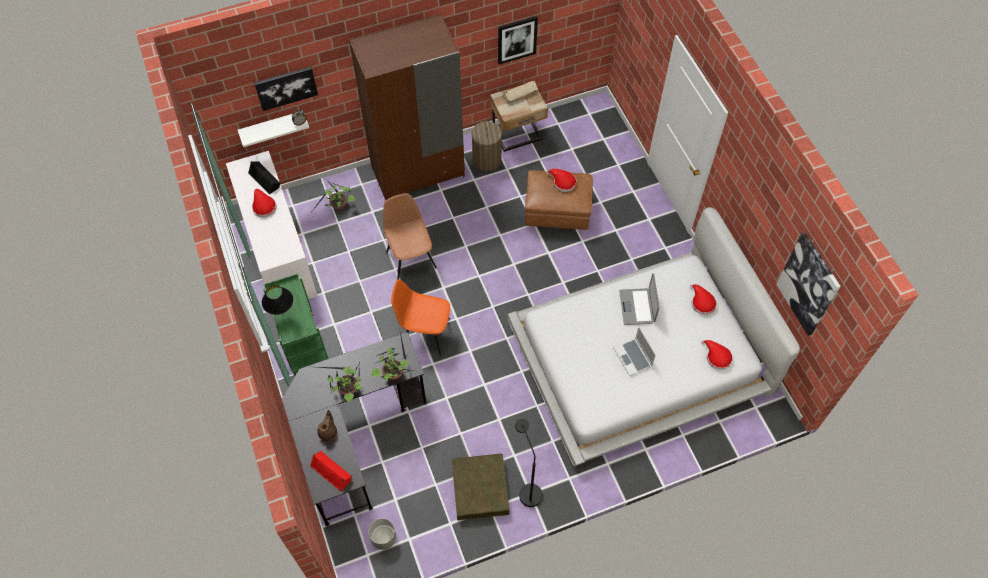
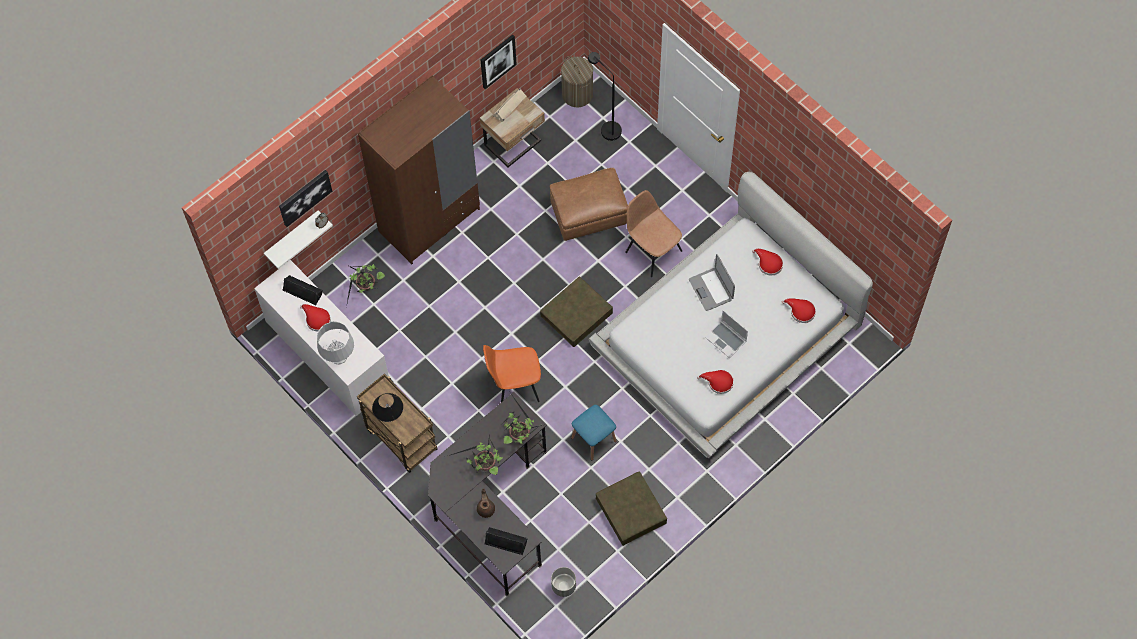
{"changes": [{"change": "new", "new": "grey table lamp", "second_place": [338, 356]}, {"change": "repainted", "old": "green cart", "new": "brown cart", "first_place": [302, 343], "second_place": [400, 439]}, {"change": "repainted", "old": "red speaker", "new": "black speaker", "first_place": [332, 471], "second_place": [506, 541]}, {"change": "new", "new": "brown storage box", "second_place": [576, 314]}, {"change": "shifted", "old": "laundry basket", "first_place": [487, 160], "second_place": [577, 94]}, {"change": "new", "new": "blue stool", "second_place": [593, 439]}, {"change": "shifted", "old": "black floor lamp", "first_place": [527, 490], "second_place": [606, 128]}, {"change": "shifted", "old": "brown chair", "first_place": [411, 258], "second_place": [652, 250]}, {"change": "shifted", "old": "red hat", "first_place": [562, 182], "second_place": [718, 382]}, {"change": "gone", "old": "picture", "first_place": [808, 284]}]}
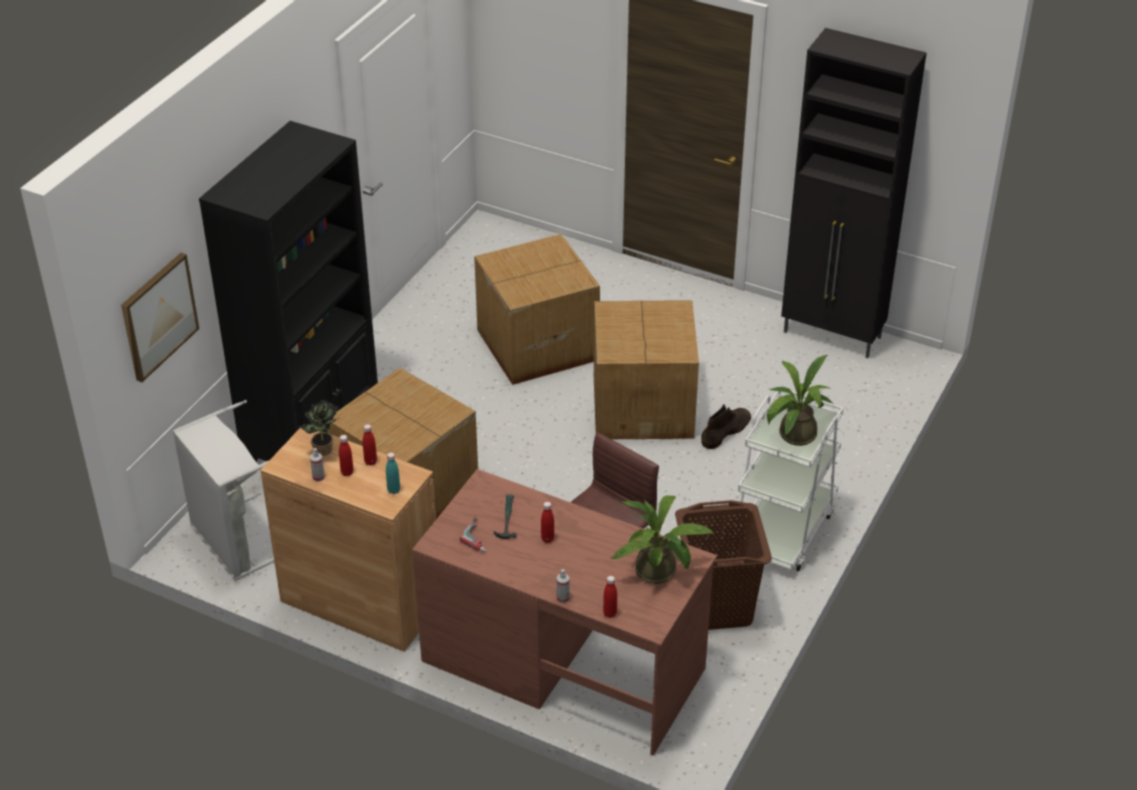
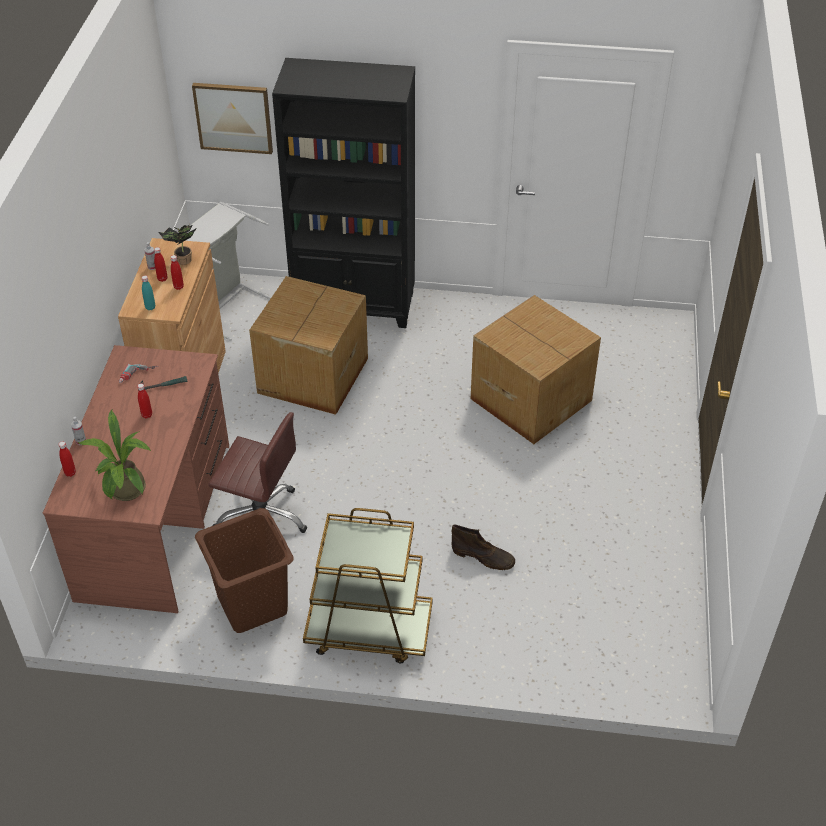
{"changes": [{"change": "repainted", "old": "white cart", "new": "brown cart", "first_place": [783, 530], "second_place": [368, 630]}, {"change": "gone", "old": "cardboard box", "first_place": [644, 405]}, {"change": "gone", "old": "potted plant", "first_place": [793, 436]}, {"change": "gone", "old": "black cabinet", "first_place": [833, 335]}]}
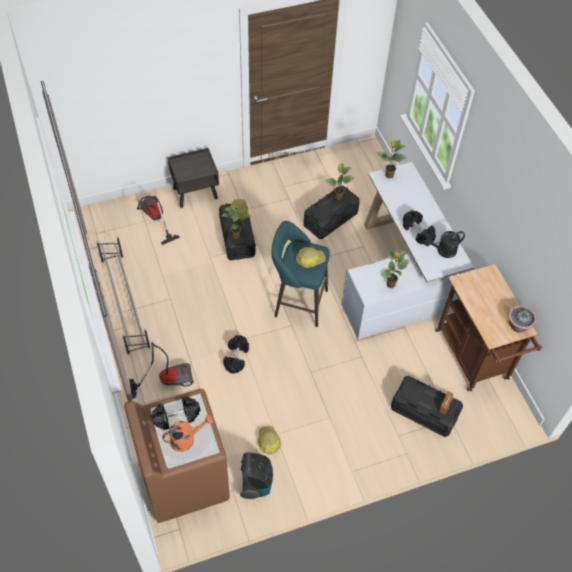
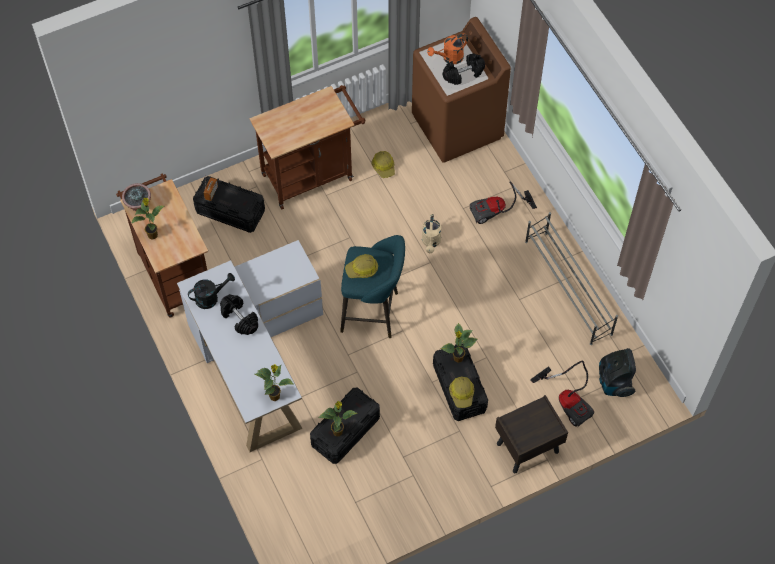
{"changes": [{"change": "shifted", "old": "potted plant", "first_place": [390, 285], "second_place": [153, 234]}, {"change": "new", "new": "brown cart", "second_place": [312, 174]}, {"change": "swapped", "old": "black dumbbell", "new": "beige watering can", "first_place": [236, 357], "second_place": [431, 242]}, {"change": "shifted", "old": "vacuum cleaner", "first_place": [256, 482], "second_place": [613, 382]}]}
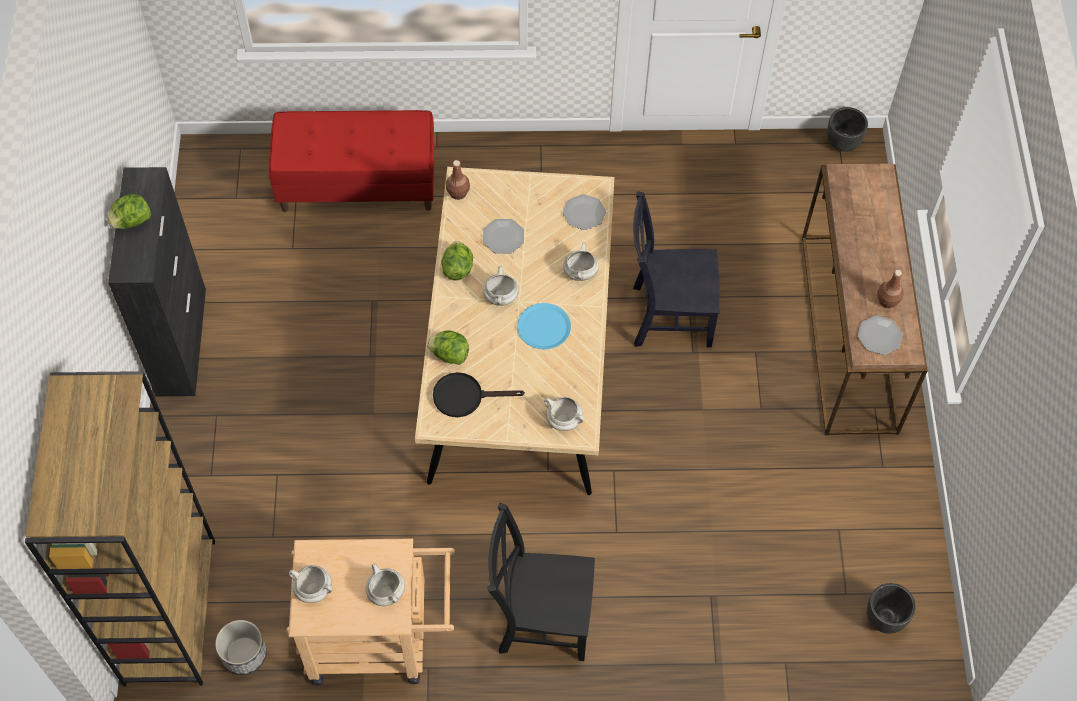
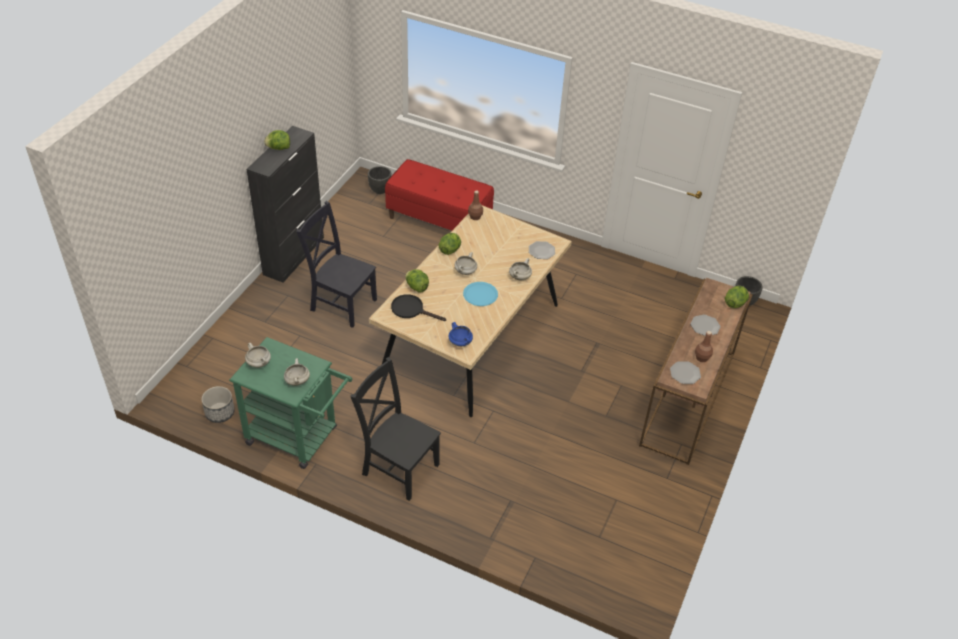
{"changes": [{"change": "repainted", "old": "beige cart", "new": "green cart", "first_place": [380, 640], "second_place": [298, 438]}, {"change": "shifted", "old": "black chair", "first_place": [667, 315], "second_place": [341, 303]}, {"change": "shifted", "old": "black planter", "first_place": [885, 619], "second_place": [380, 190]}, {"change": "repainted", "old": "white cooking pot", "new": "blue cooking pot", "first_place": [564, 420], "second_place": [461, 343]}, {"change": "shifted", "old": "plate", "first_place": [503, 237], "second_place": [705, 326]}, {"change": "new", "new": "lettuce", "second_place": [735, 303]}, {"change": "gone", "old": "brown bookcase", "first_place": [169, 610]}]}
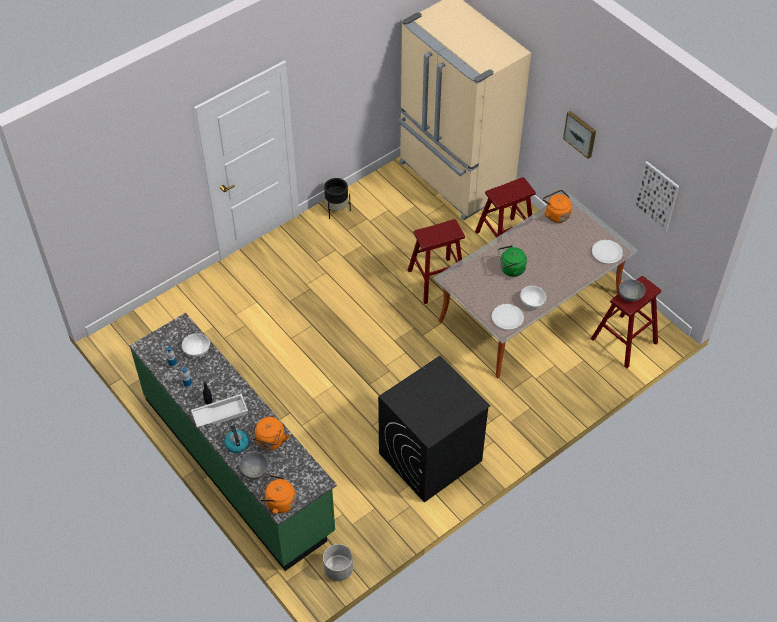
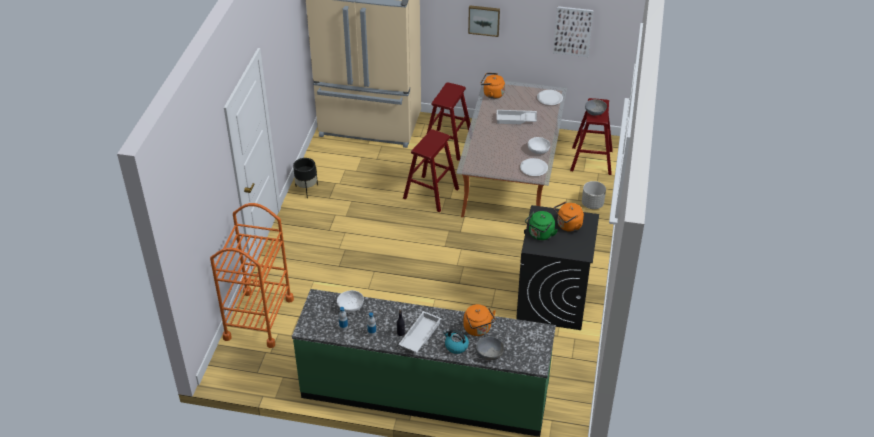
{"changes": [{"change": "new", "new": "orange cart", "second_place": [258, 318]}, {"change": "new", "new": "white tray", "second_place": [515, 120]}, {"change": "shifted", "old": "green kettle", "first_place": [510, 269], "second_place": [540, 235]}, {"change": "shifted", "old": "orange kettle", "first_place": [278, 502], "second_place": [568, 226]}, {"change": "shifted", "old": "grey planter", "first_place": [338, 569], "second_place": [592, 204]}]}
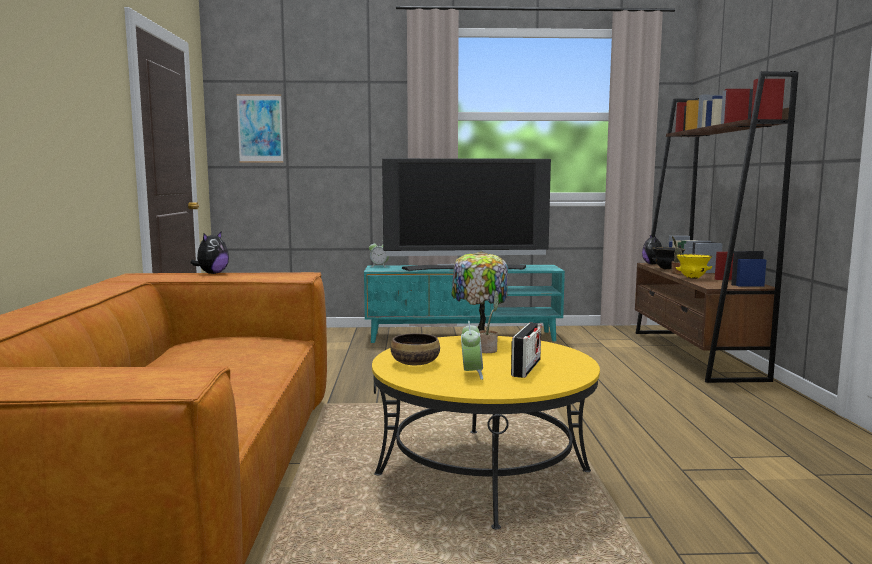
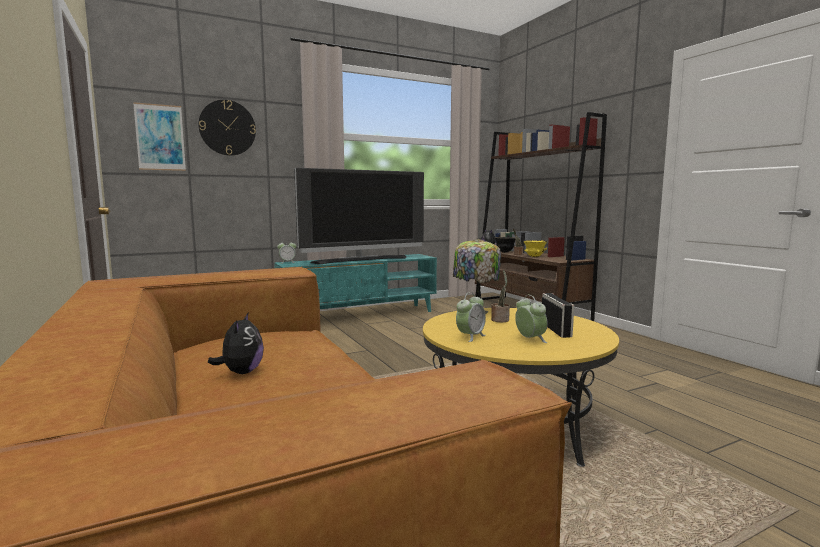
{"changes": [{"change": "new", "new": "wall clock", "second_place": [227, 128]}, {"change": "shifted", "old": "plush toy", "first_place": [212, 273], "second_place": [241, 372]}, {"change": "swapped", "old": "bowl", "new": "alarm clock", "first_place": [415, 363], "second_place": [470, 337]}]}
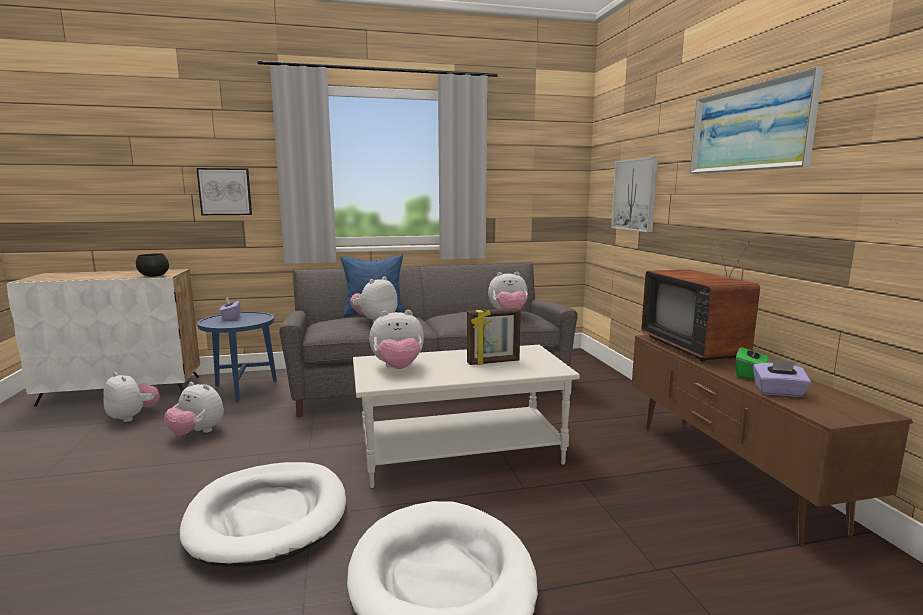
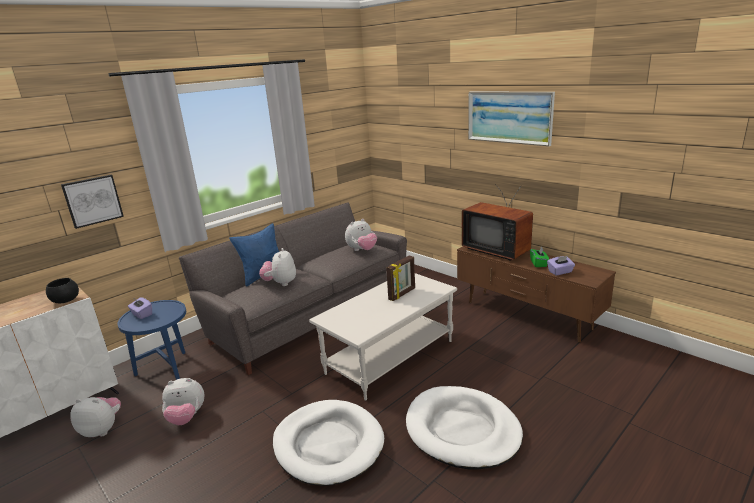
{"changes": [{"change": "gone", "old": "plush toy", "first_place": [398, 368]}, {"change": "gone", "old": "picture", "first_place": [635, 195]}]}
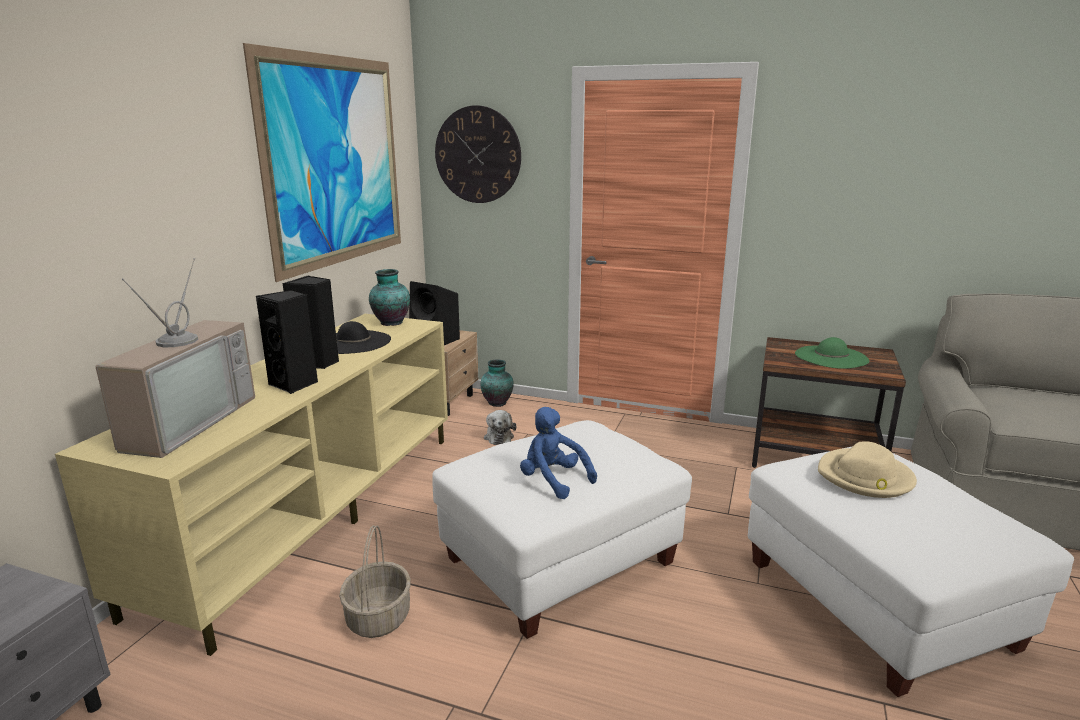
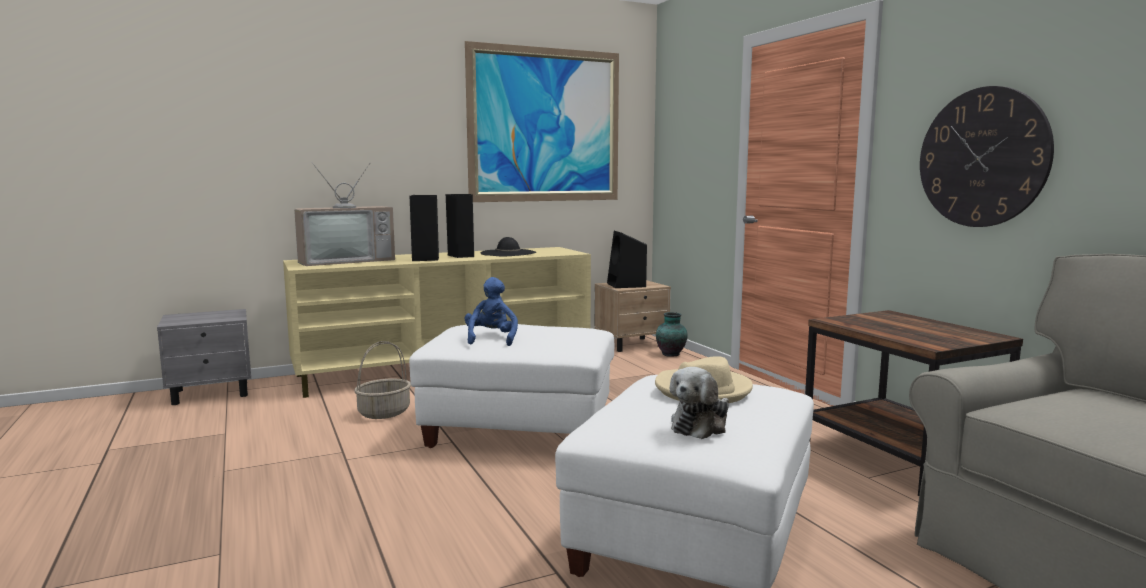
{"changes": [{"change": "shifted", "old": "plush toy", "first_place": [499, 437], "second_place": [701, 425]}, {"change": "shifted", "old": "wall clock", "first_place": [478, 155], "second_place": [982, 157]}, {"change": "gone", "old": "vase", "first_place": [390, 323]}, {"change": "gone", "old": "green hat", "first_place": [831, 357]}]}
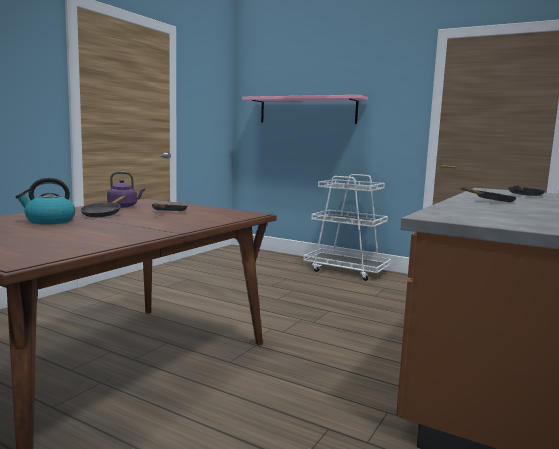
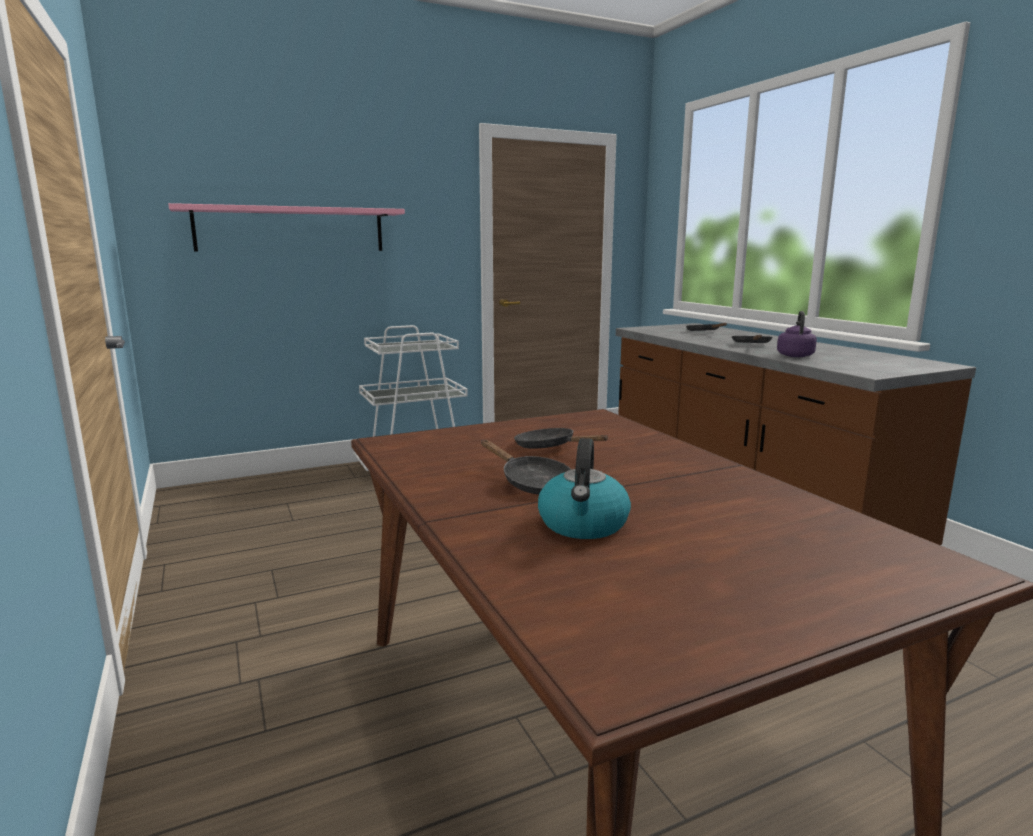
{"changes": [{"change": "shifted", "old": "purple kettle", "first_place": [124, 206], "second_place": [795, 355]}]}
